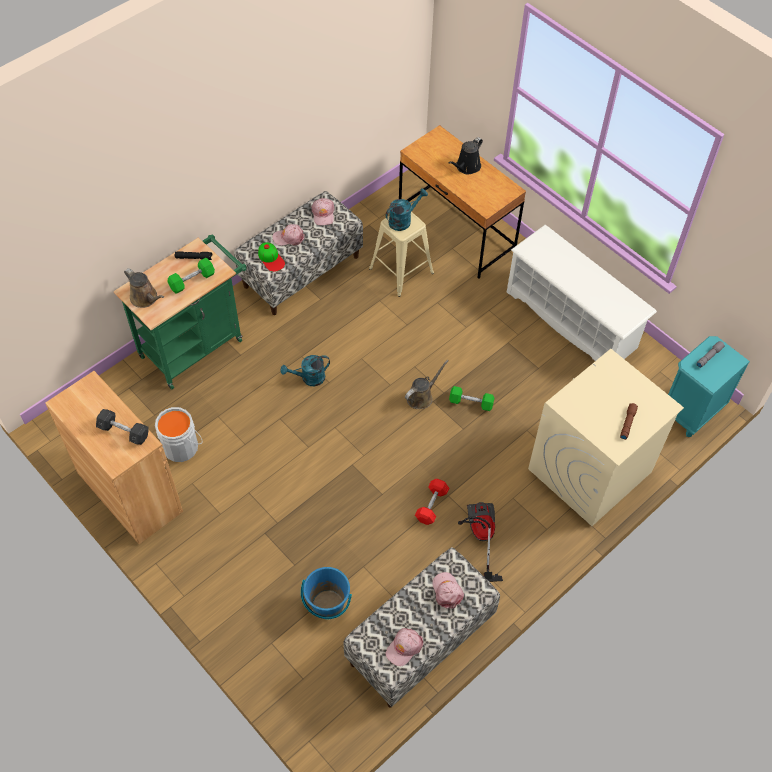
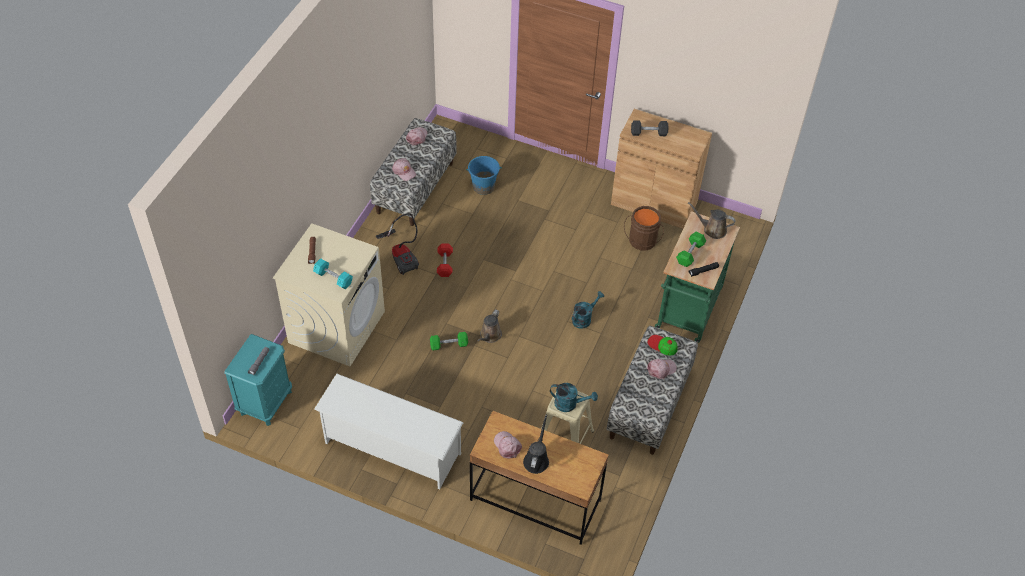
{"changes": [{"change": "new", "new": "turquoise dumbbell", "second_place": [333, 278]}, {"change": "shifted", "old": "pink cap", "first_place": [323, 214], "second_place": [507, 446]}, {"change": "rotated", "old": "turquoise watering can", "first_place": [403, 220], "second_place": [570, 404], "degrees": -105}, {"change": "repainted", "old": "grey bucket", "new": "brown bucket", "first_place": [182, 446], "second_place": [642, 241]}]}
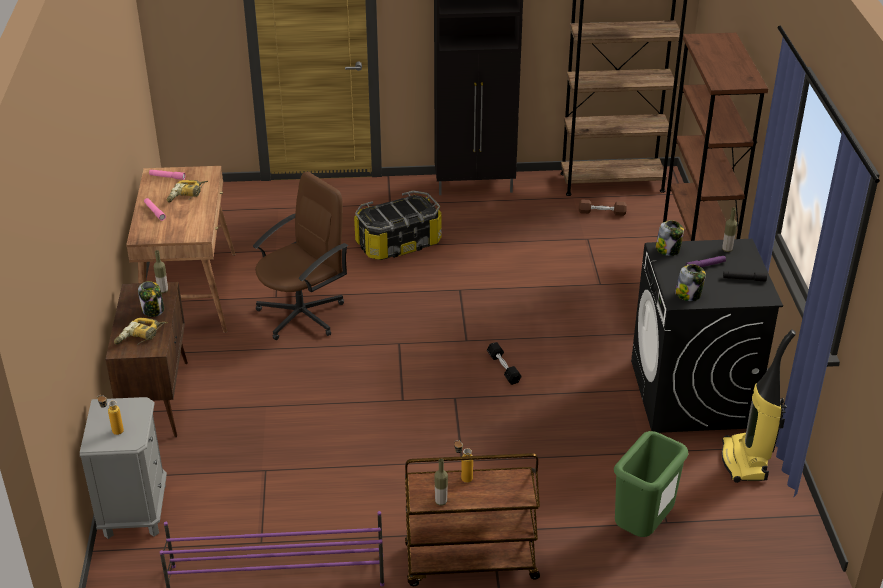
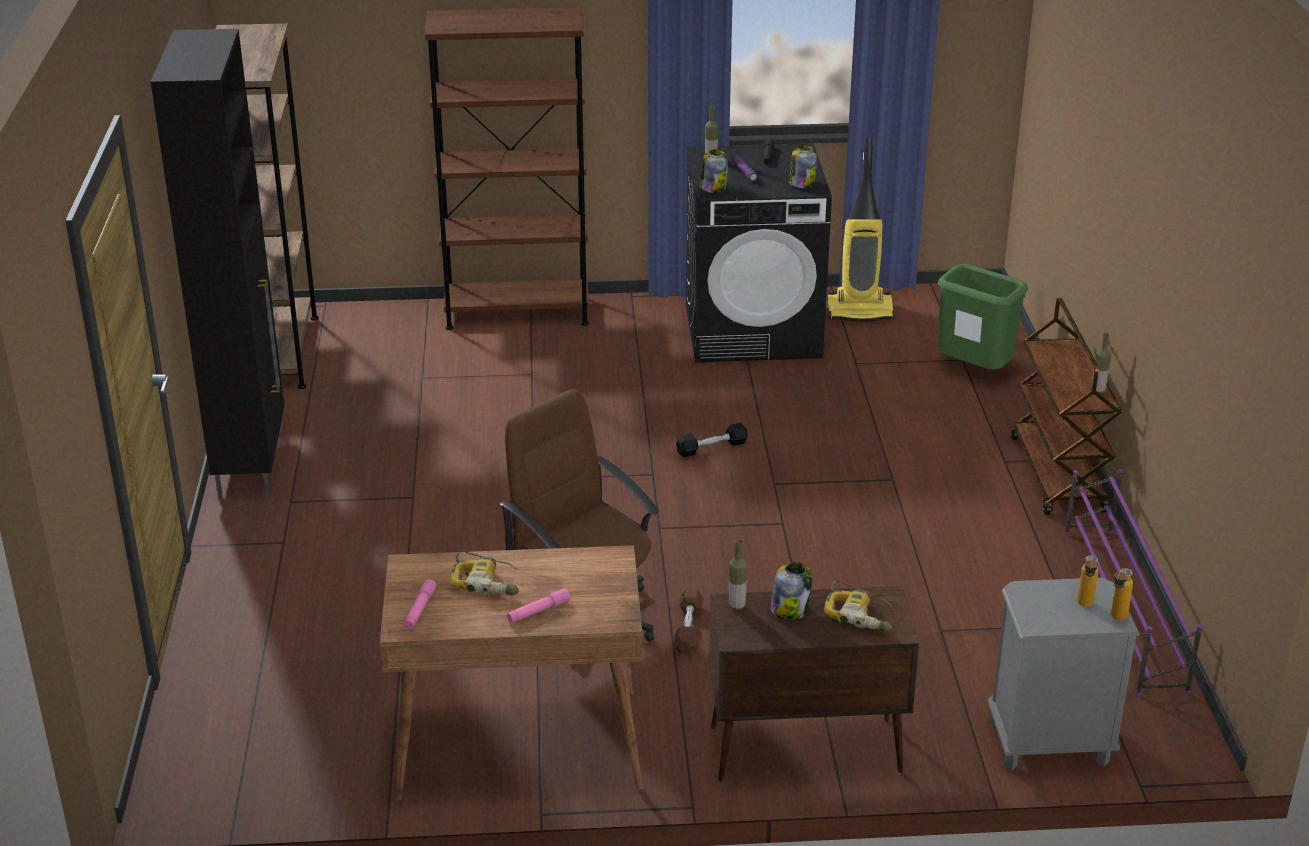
{"changes": [{"change": "shifted", "old": "brown dumbbell", "first_place": [602, 212], "second_place": [688, 629]}, {"change": "shifted", "old": "bottle", "first_place": [463, 477], "second_place": [1116, 619]}, {"change": "gone", "old": "storage box", "first_place": [398, 243]}]}
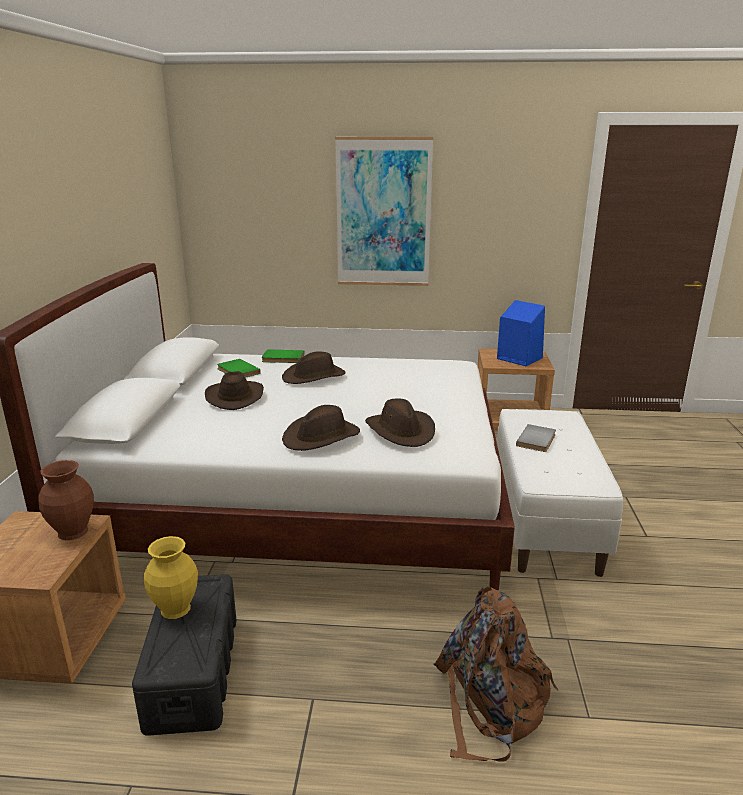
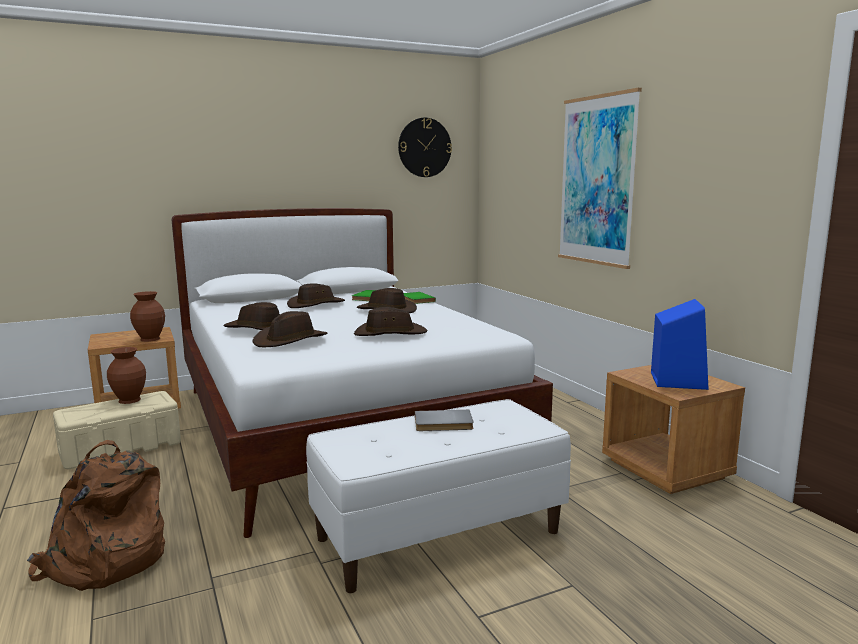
{"changes": [{"change": "repainted", "old": "black storage box", "new": "beige storage box", "first_place": [193, 670], "second_place": [122, 448]}, {"change": "repainted", "old": "yellow vase", "new": "brown vase", "first_place": [174, 608], "second_place": [129, 400]}, {"change": "new", "new": "brown hat", "second_place": [390, 333]}, {"change": "new", "new": "wall clock", "second_place": [424, 147]}]}
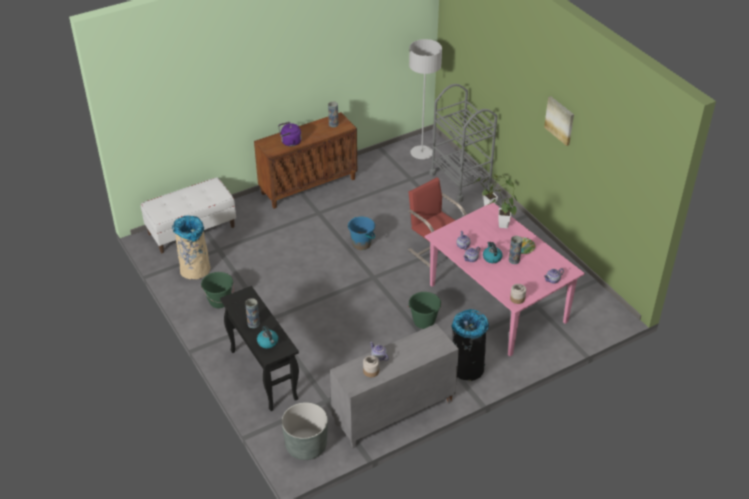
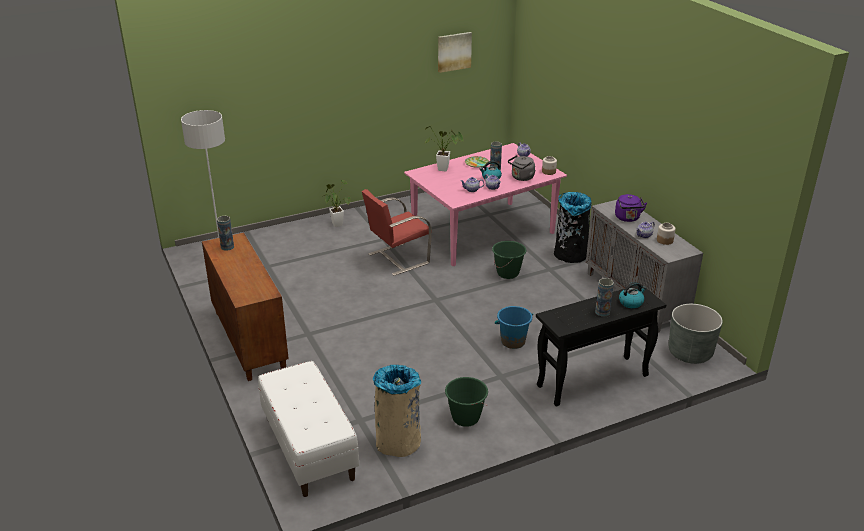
{"changes": [{"change": "shifted", "old": "picture", "first_place": [560, 120], "second_place": [454, 51]}, {"change": "shifted", "old": "blue bucket", "first_place": [361, 244], "second_place": [513, 341]}, {"change": "new", "new": "grey kettle", "second_place": [521, 178]}, {"change": "shifted", "old": "purple kettle", "first_place": [290, 142], "second_place": [628, 218]}, {"change": "gone", "old": "grey cart", "first_place": [460, 181]}]}
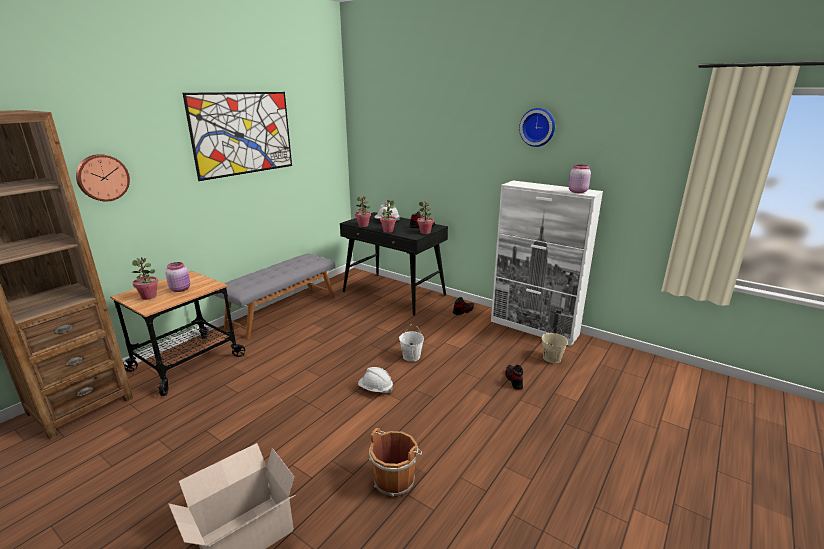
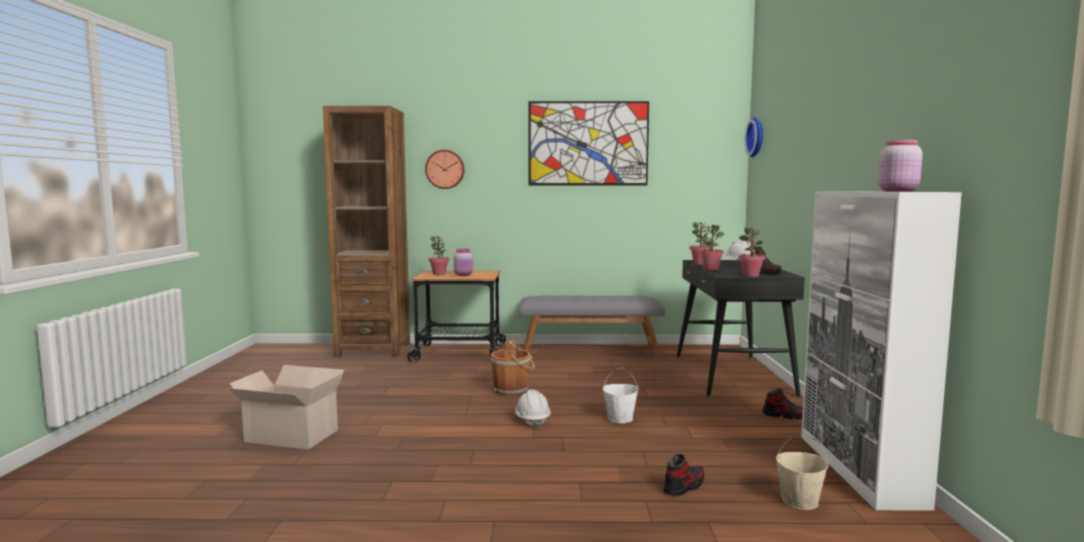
{"changes": [{"change": "shifted", "old": "brown bucket", "first_place": [395, 479], "second_place": [512, 390]}, {"change": "shifted", "old": "wall clock", "first_place": [538, 127], "second_place": [757, 137]}]}
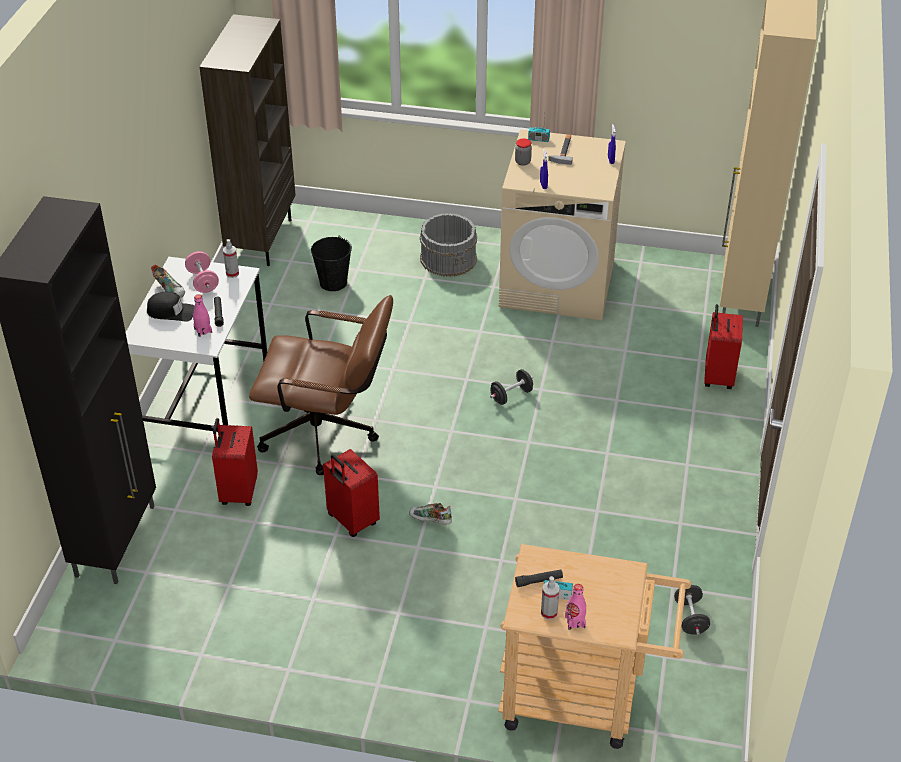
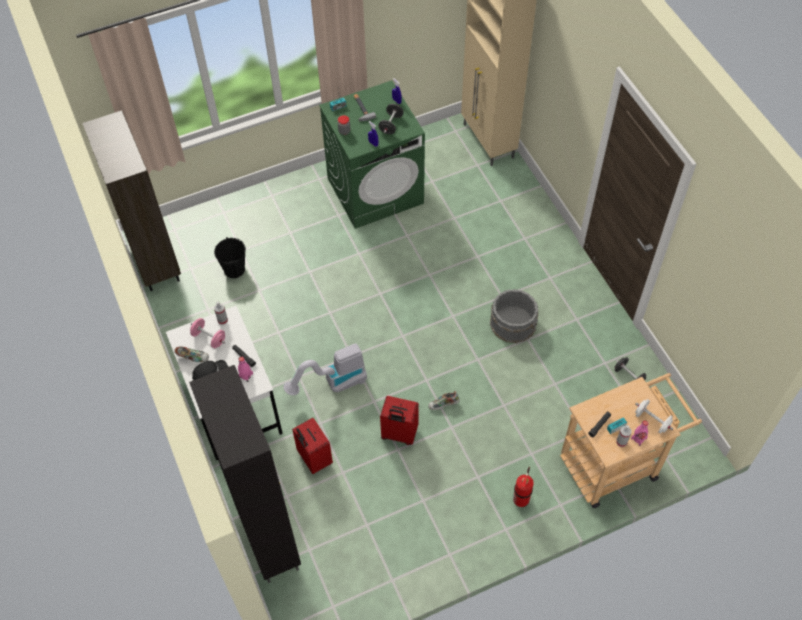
{"changes": [{"change": "swapped", "old": "brown office chair", "new": "vacuum cleaner", "first_place": [328, 435], "second_place": [333, 384]}, {"change": "repainted", "old": "beige washing machine", "new": "green washing machine", "first_place": [558, 283], "second_place": [375, 190]}, {"change": "shifted", "old": "black dumbbell", "first_place": [511, 395], "second_place": [391, 125]}, {"change": "shifted", "old": "grey bucket", "first_place": [449, 258], "second_place": [513, 323]}, {"change": "new", "new": "fire extinguisher", "second_place": [521, 498]}, {"change": "new", "new": "white dumbbell", "second_place": [652, 421]}, {"change": "gone", "old": "red suitcase", "first_place": [717, 377]}]}
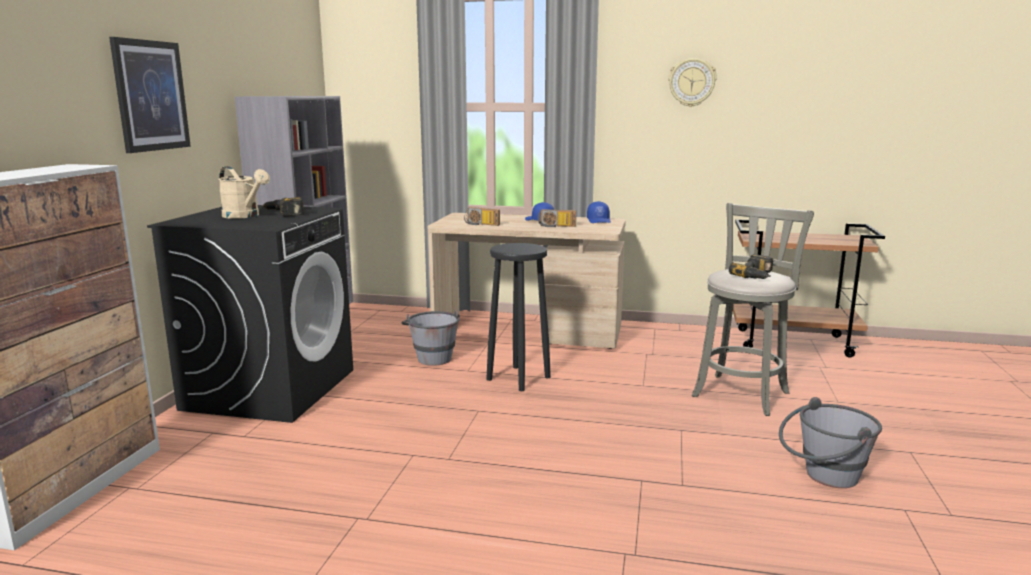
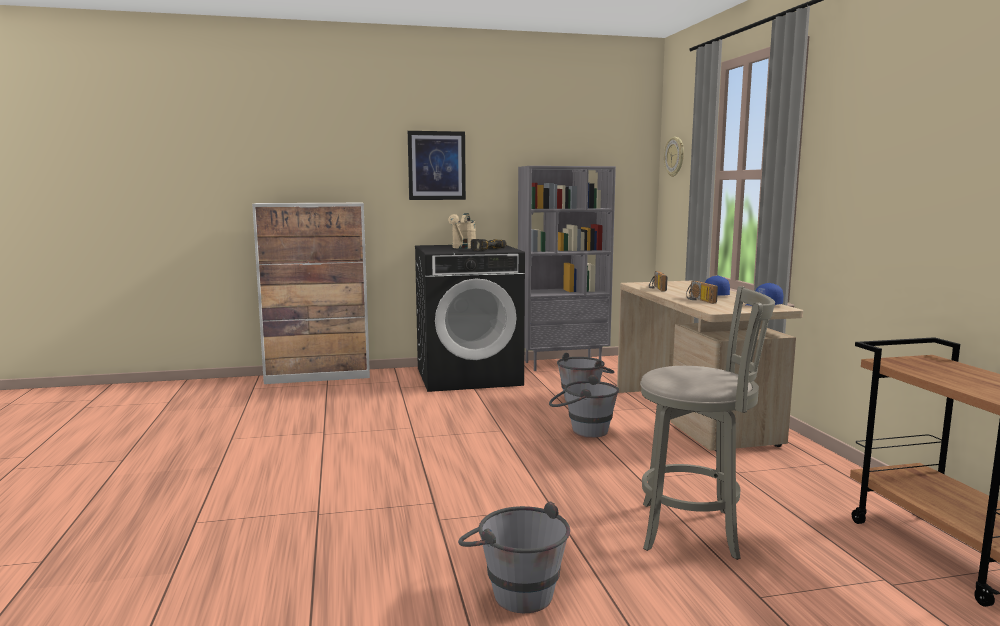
{"changes": [{"change": "swapped", "old": "black stool", "new": "grey bucket", "first_place": [518, 378], "second_place": [582, 430]}, {"change": "shifted", "old": "wall clock", "first_place": [691, 82], "second_place": [675, 156]}, {"change": "gone", "old": "power drill", "first_place": [757, 275]}]}
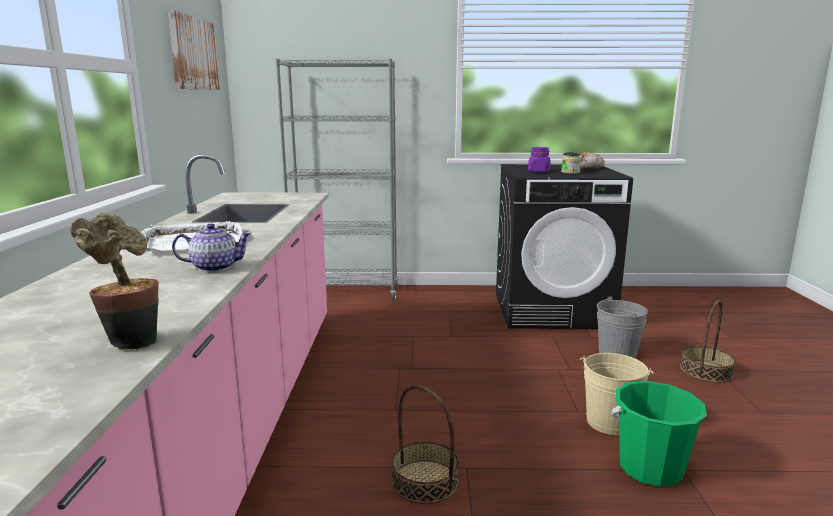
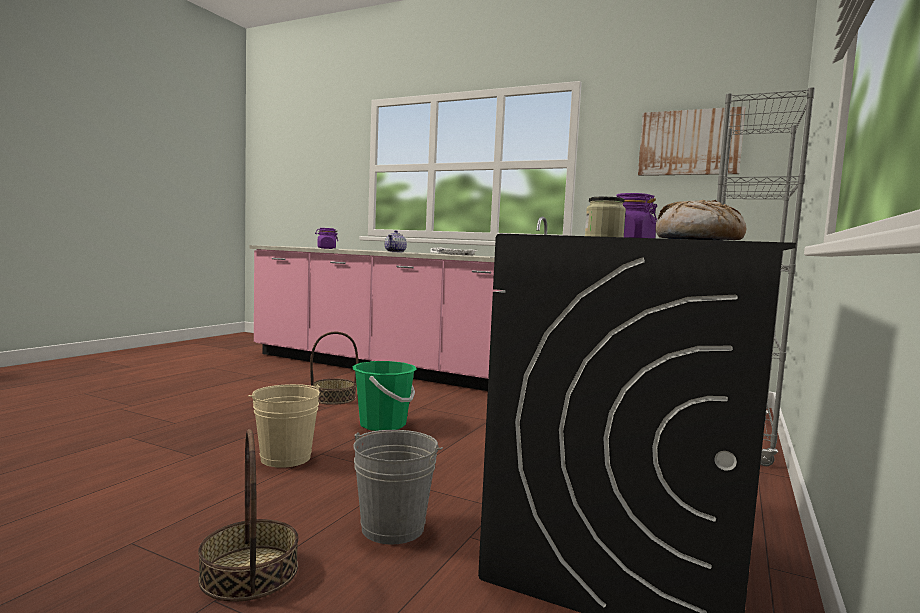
{"changes": [{"change": "swapped", "old": "potted plant", "new": "purple jar", "first_place": [130, 341], "second_place": [326, 248]}, {"change": "shifted", "old": "green bucket", "first_place": [650, 468], "second_place": [383, 424]}]}
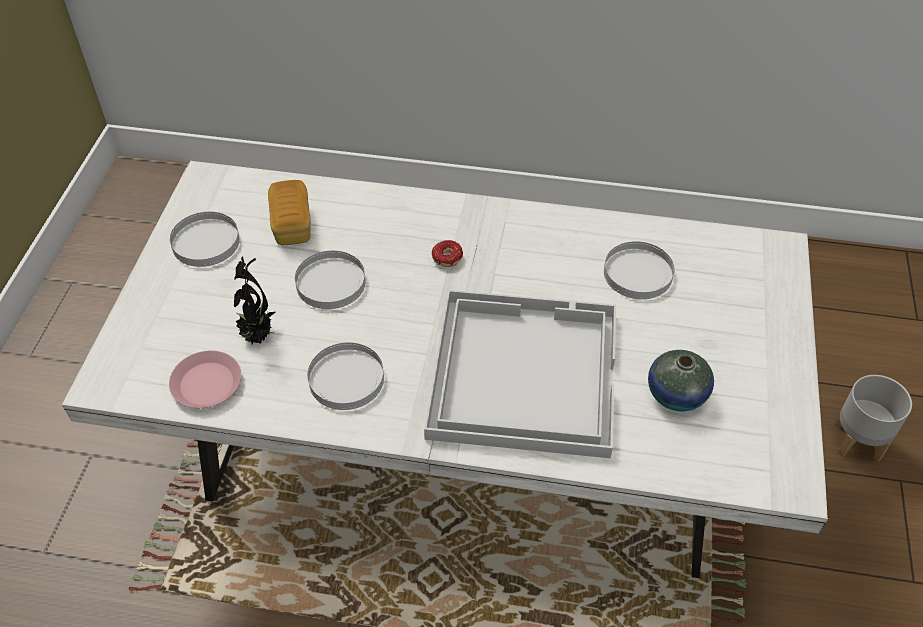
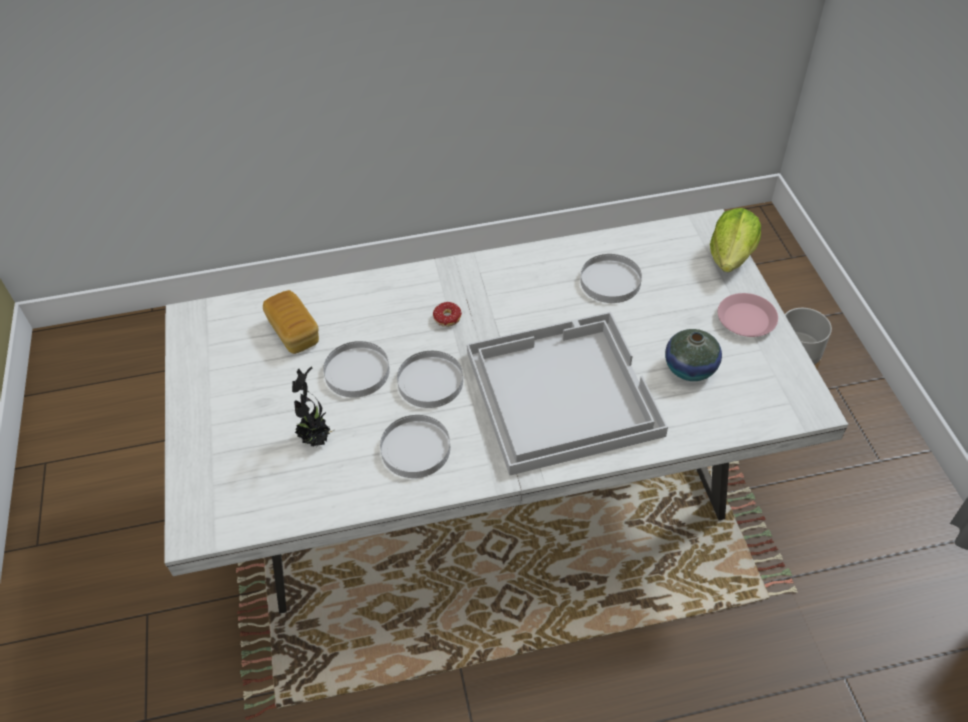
{"changes": [{"change": "shifted", "old": "white plate", "first_place": [206, 242], "second_place": [430, 381]}, {"change": "new", "new": "lettuce", "second_place": [731, 256]}, {"change": "shifted", "old": "pink plate", "first_place": [207, 384], "second_place": [746, 319]}]}
